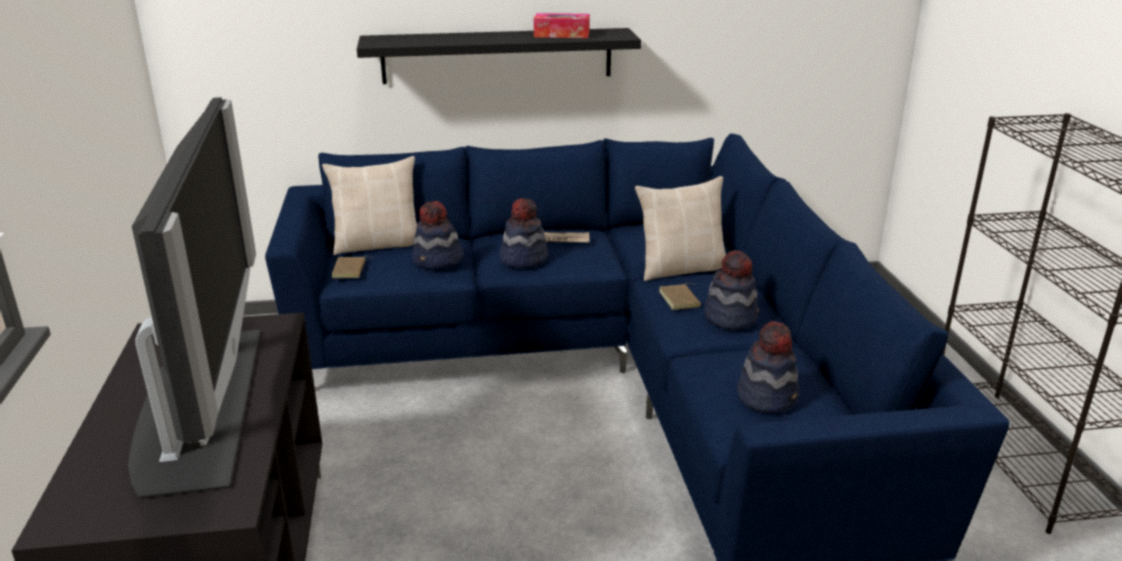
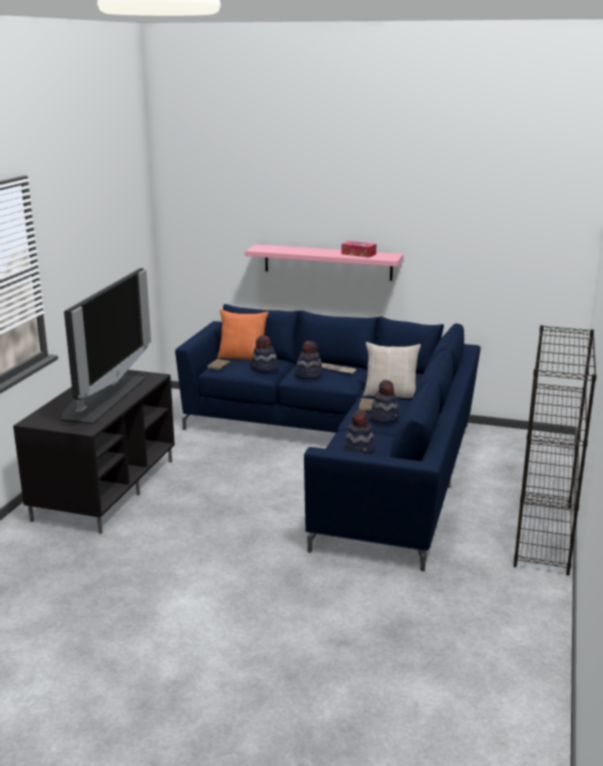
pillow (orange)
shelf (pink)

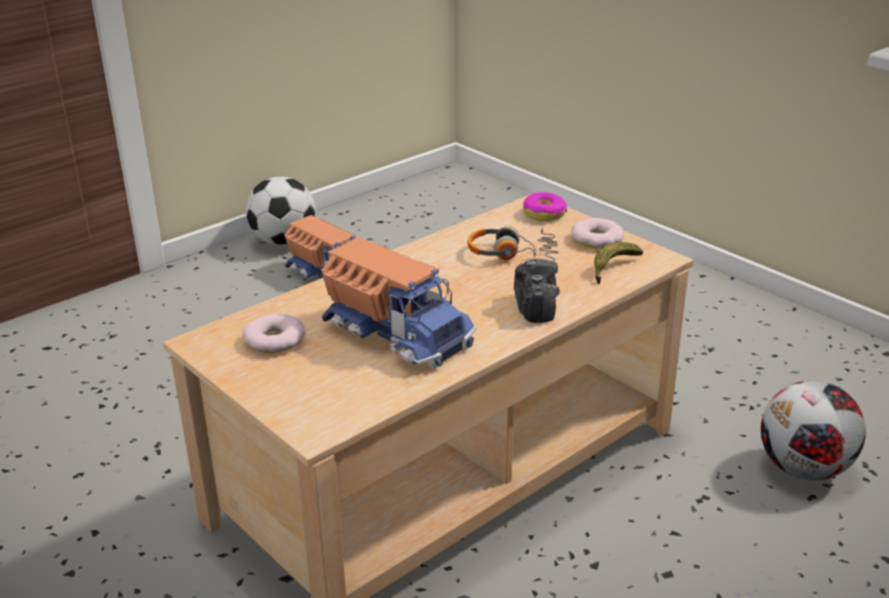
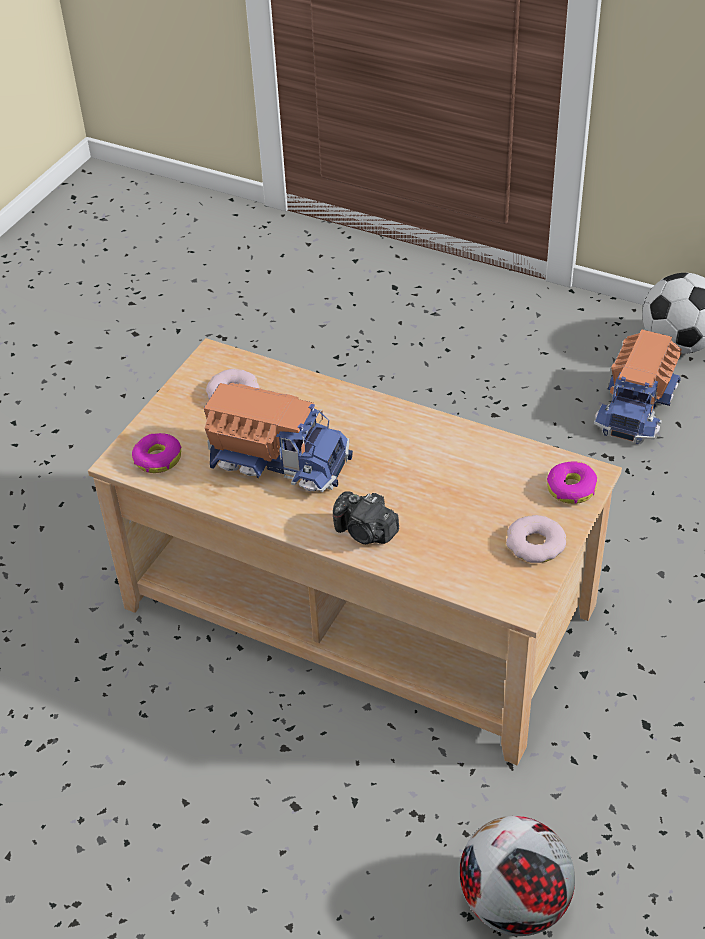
toy truck (1st from left)
headphones
photo camera
banana
donut (1st from left)

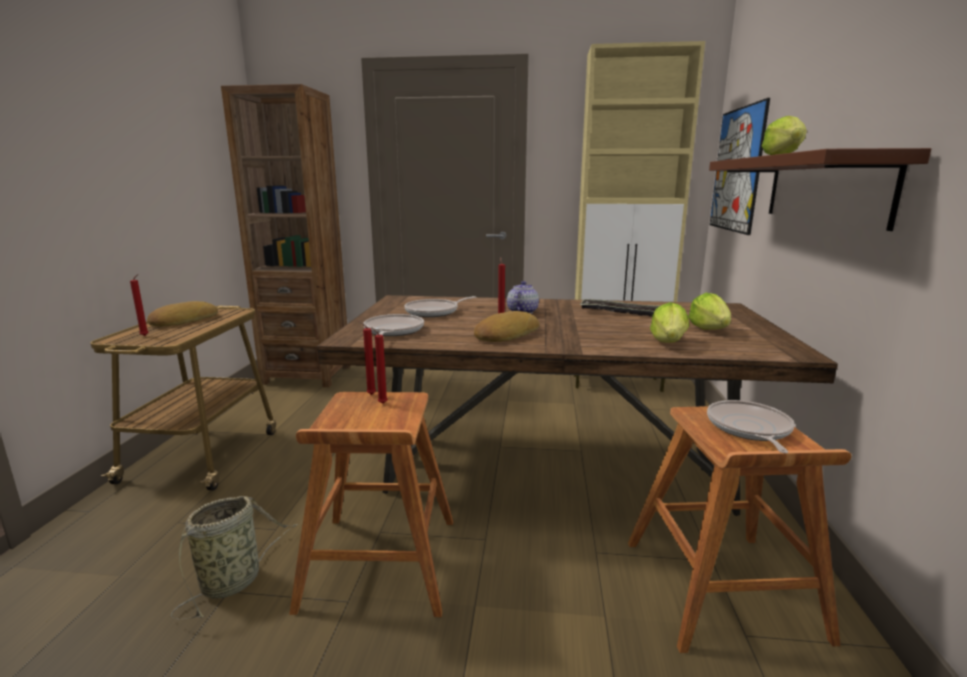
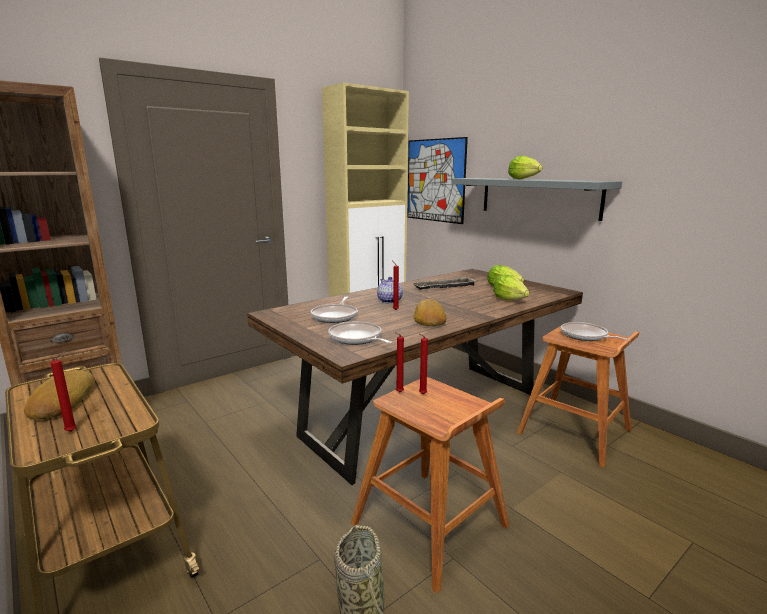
shelf (grey)

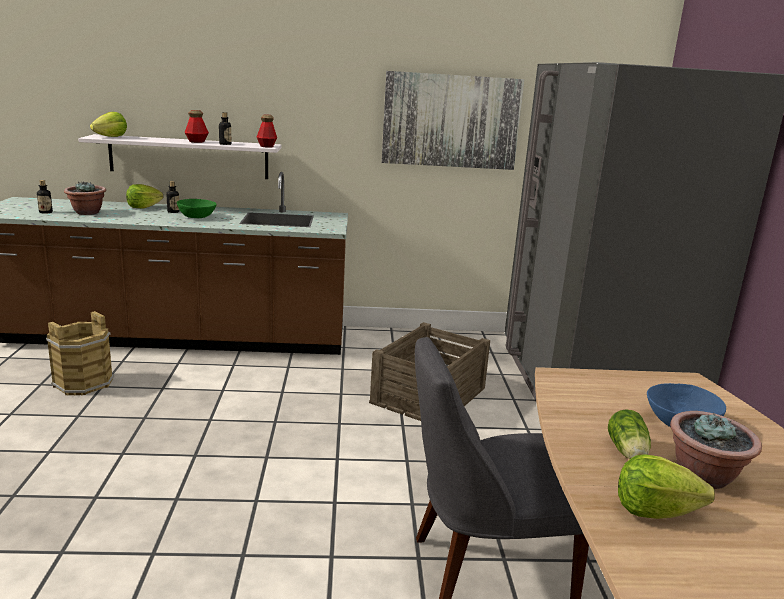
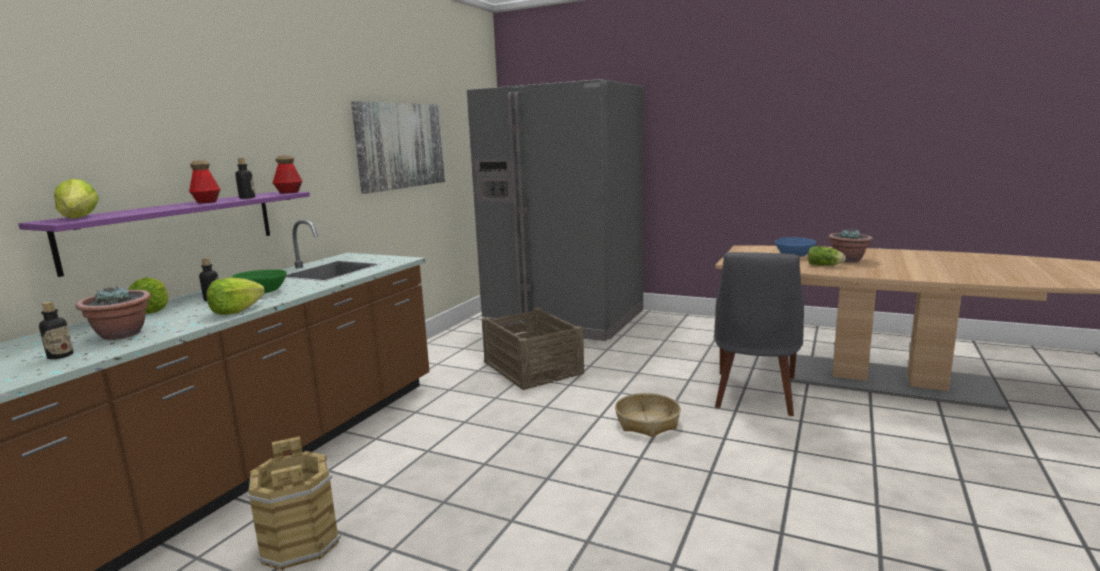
shelf (purple)
lettuce (3rd from left)
basket

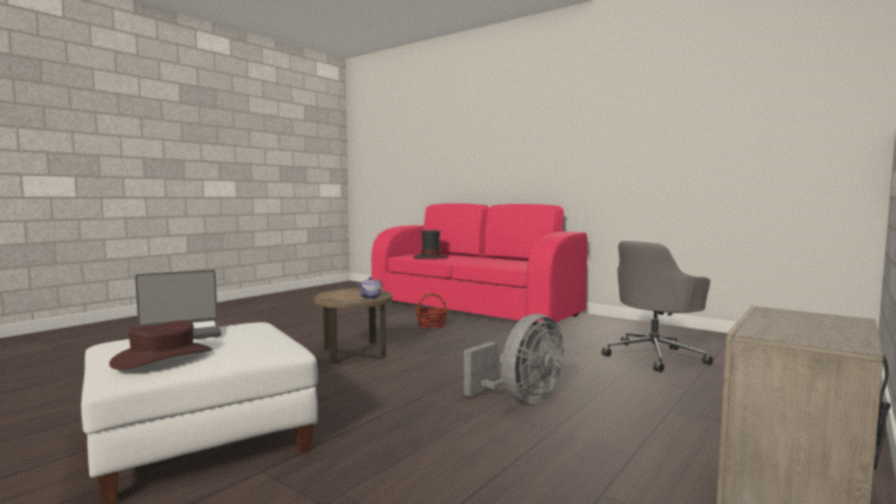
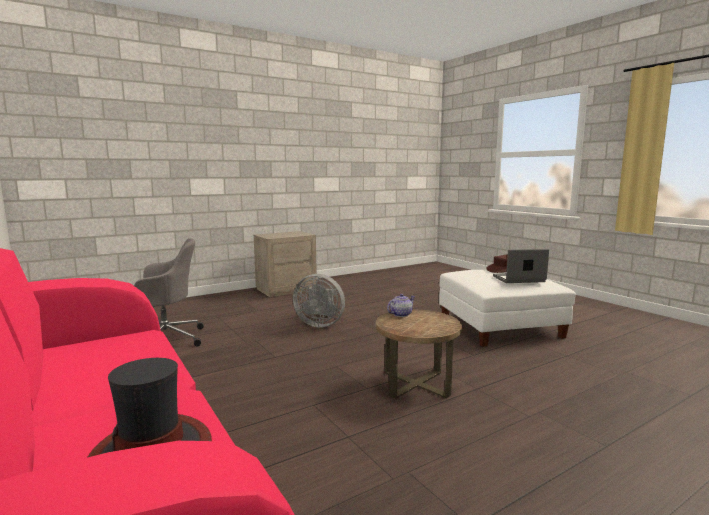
basket
fan (grey)

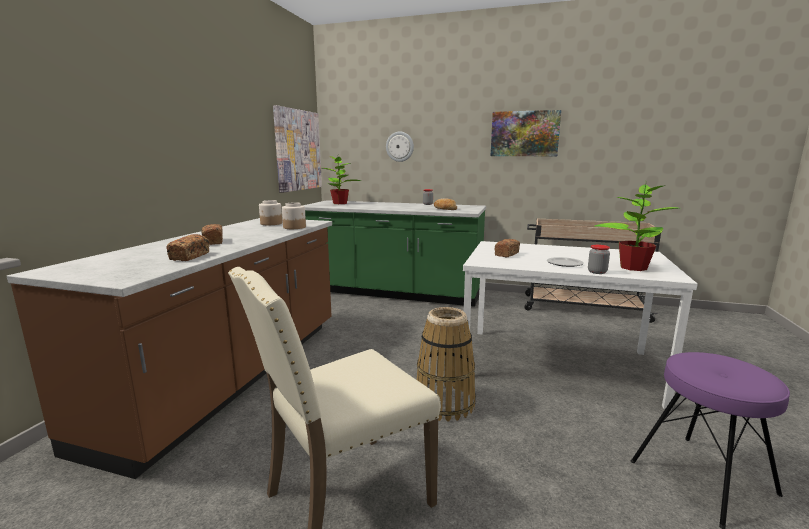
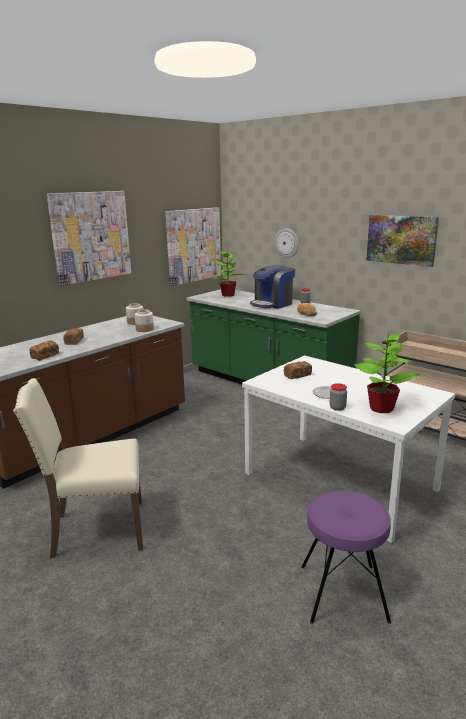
basket
picture (1st from left)
coffee machine

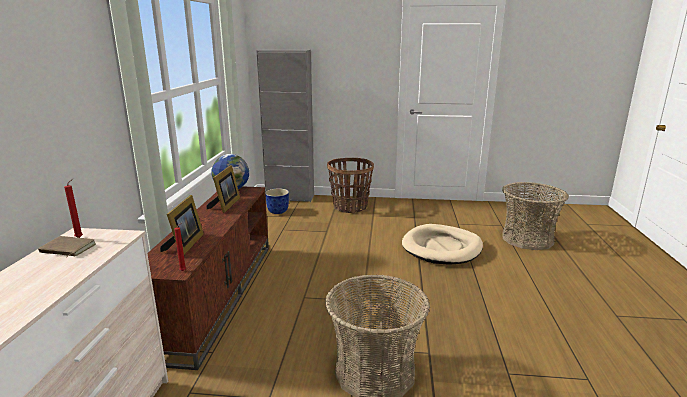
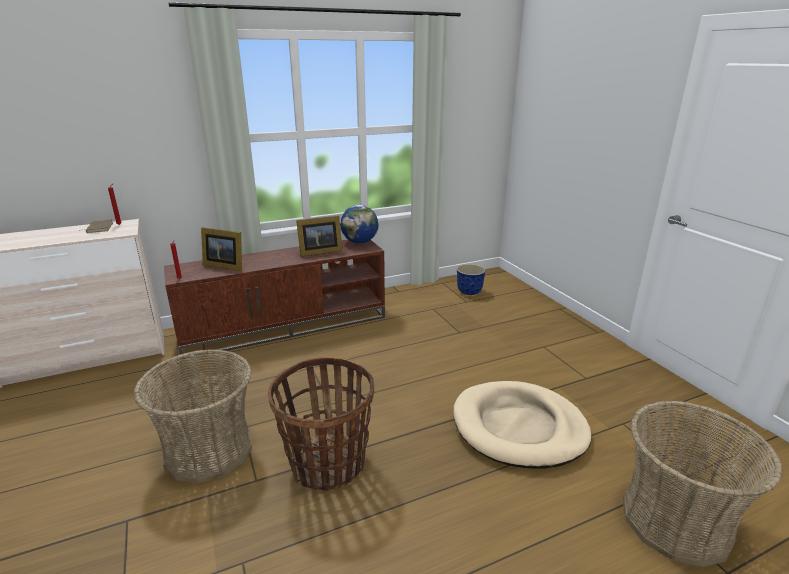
picture frame (1st from left)
cabinet (grey)
basket (2nd from left)

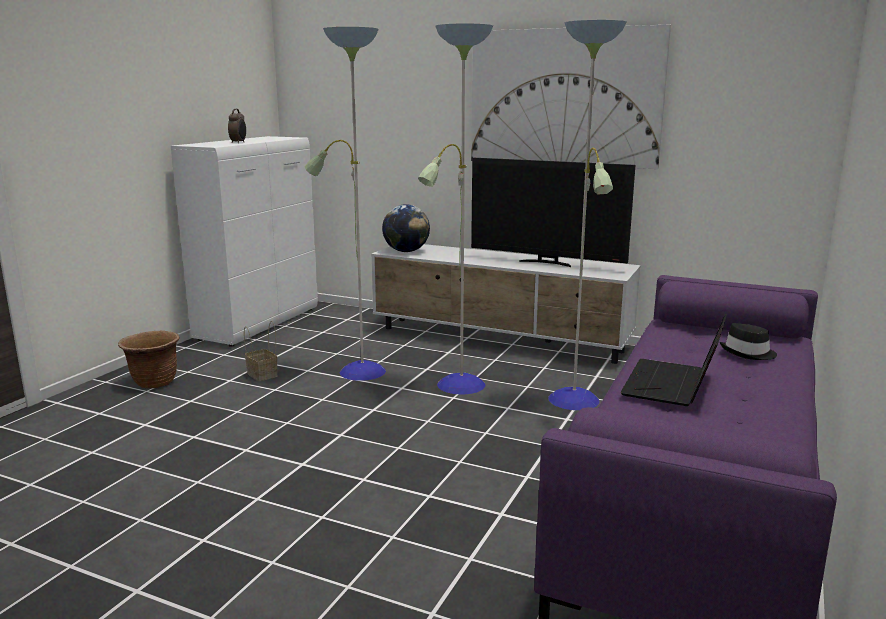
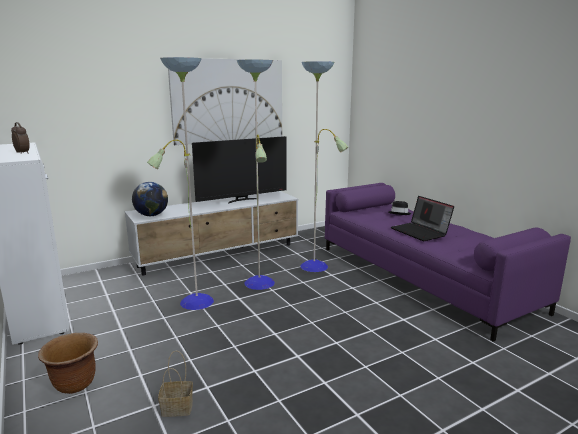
basket

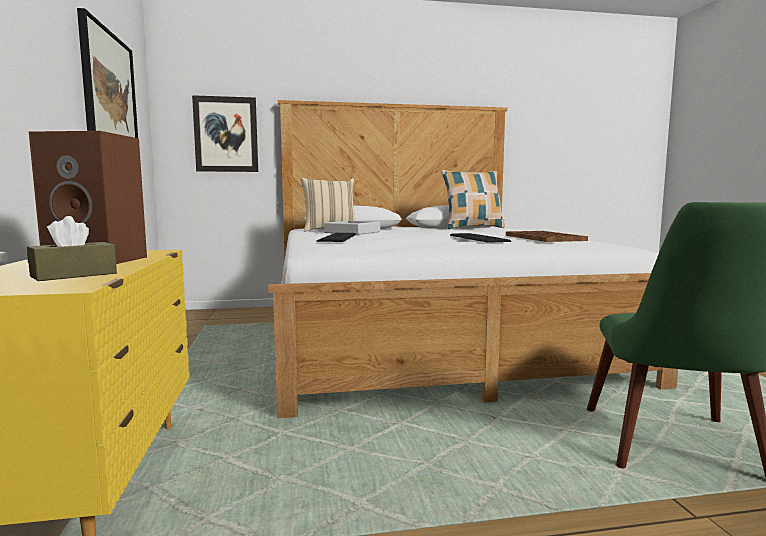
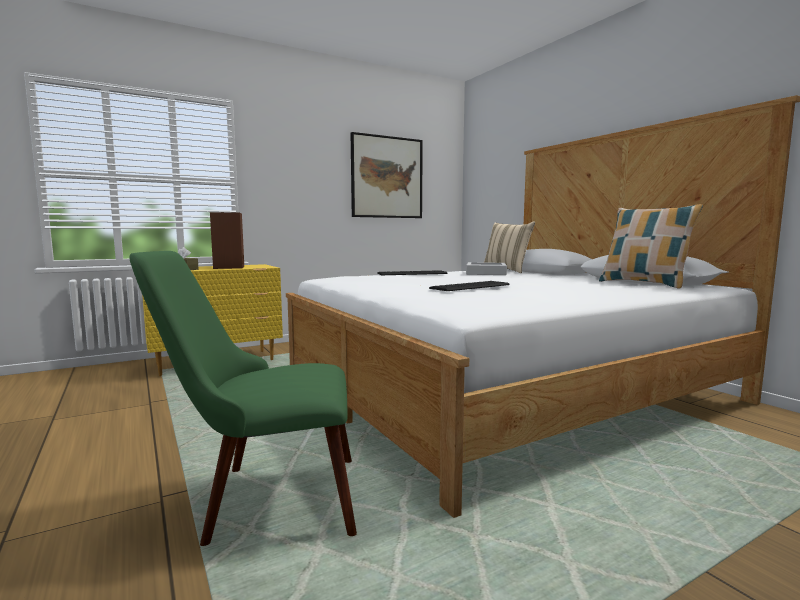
picture (2nd from left in the first image)
tray (brown)

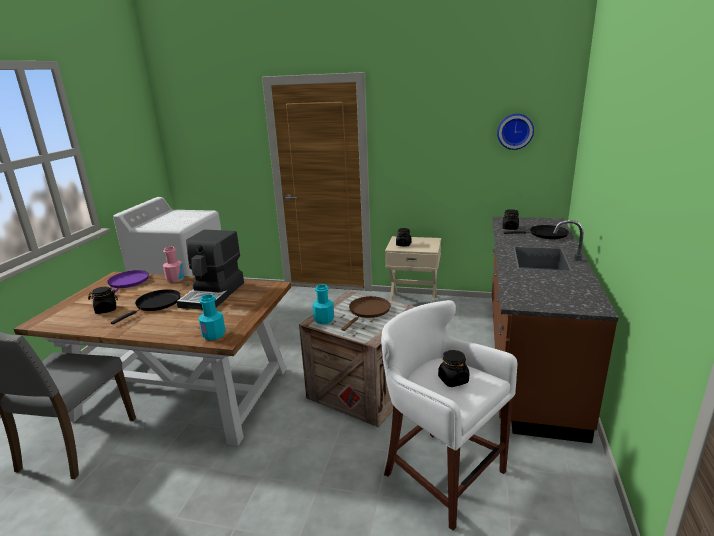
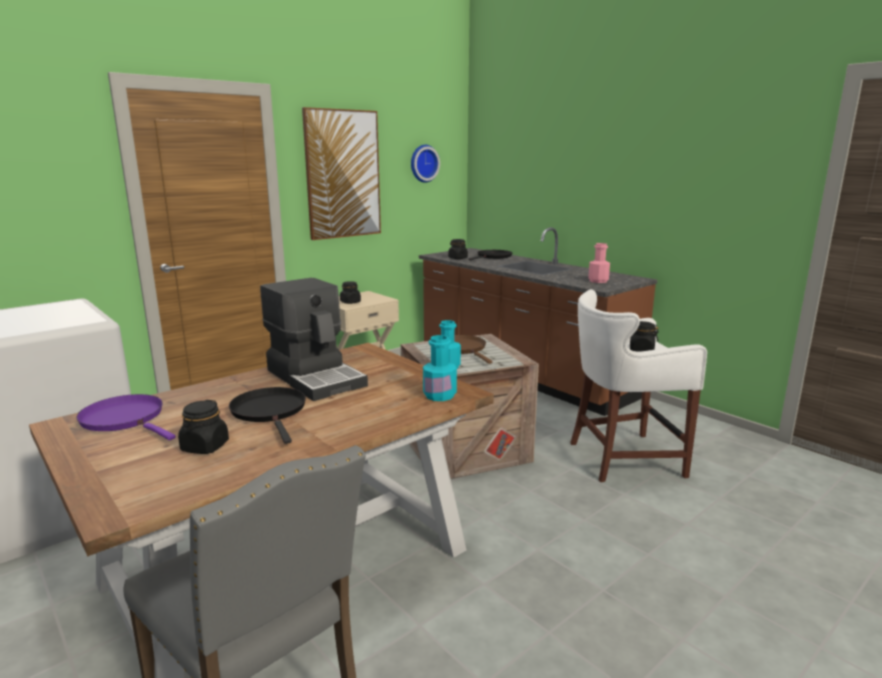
bottle (pink)
picture

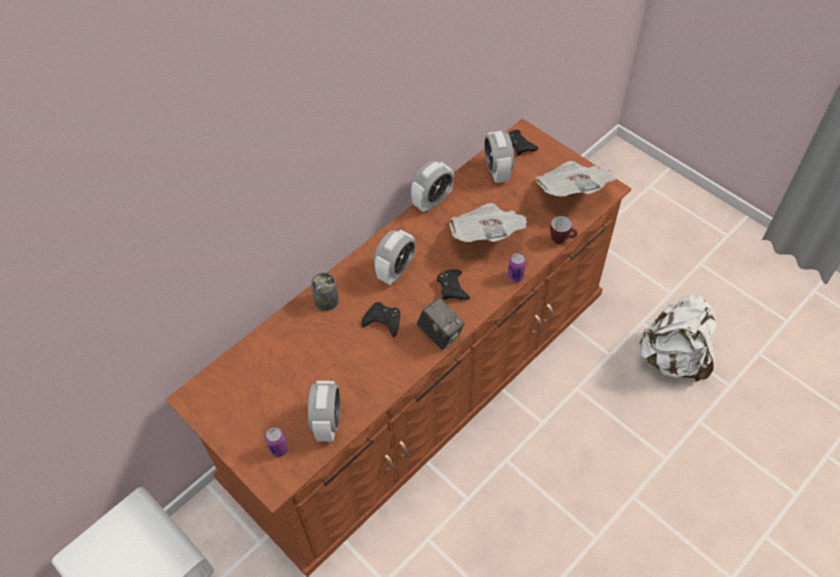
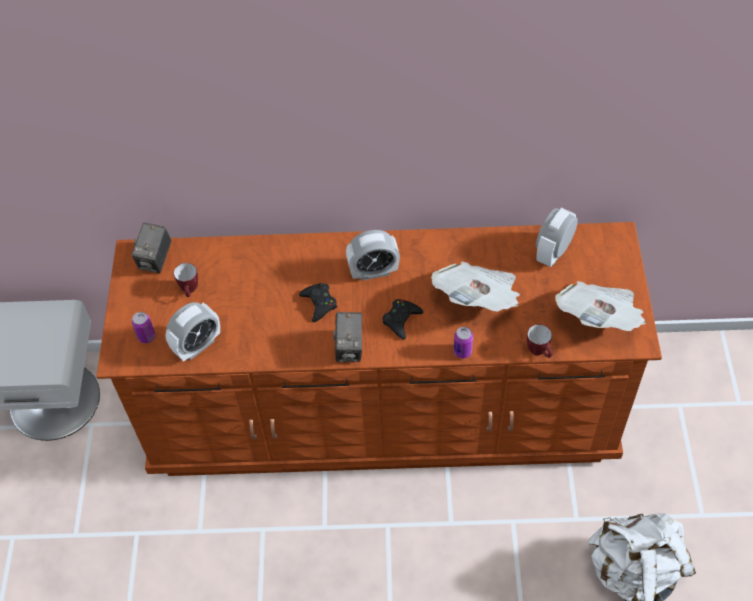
can (2nd from left in the first image)
alarm clock (3rd from left in the first image)
game controller (black) (3rd from left in the first image)
photo camera (1st from left)
mug (1st from left)

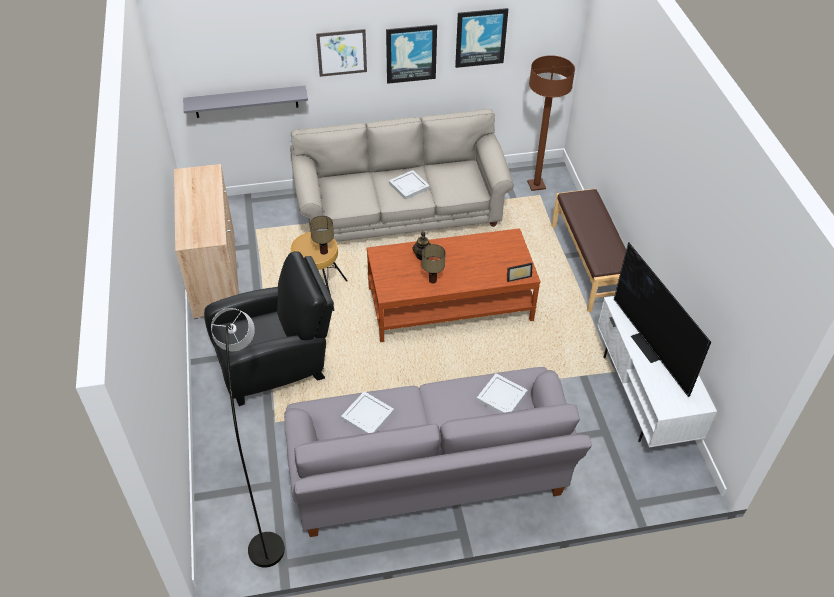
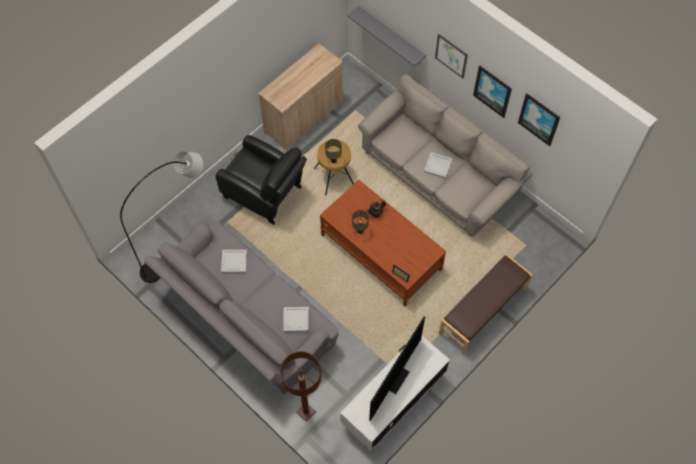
floor lamp (brown)

